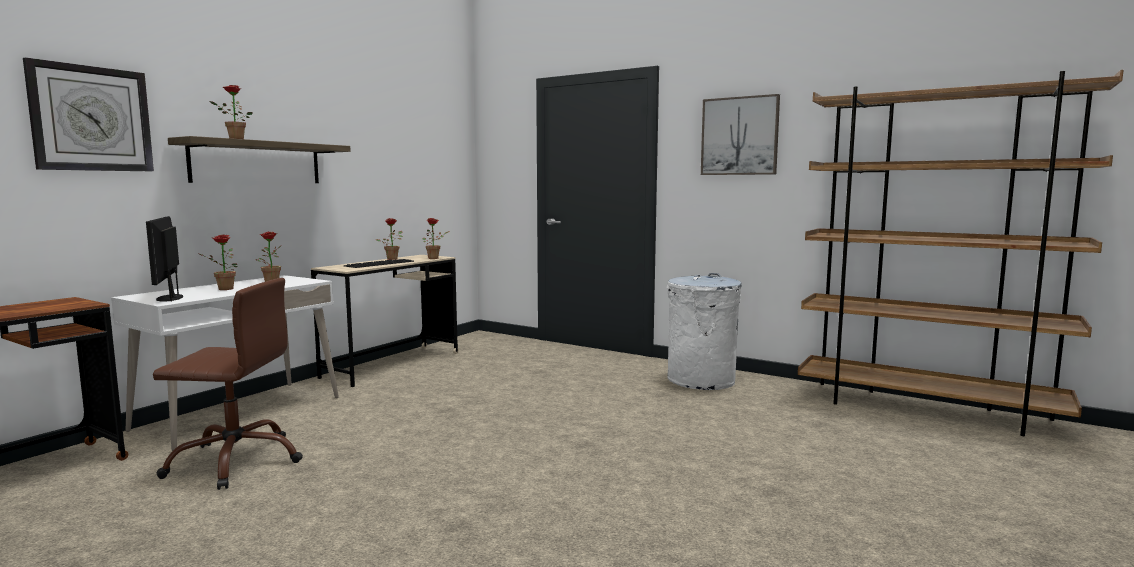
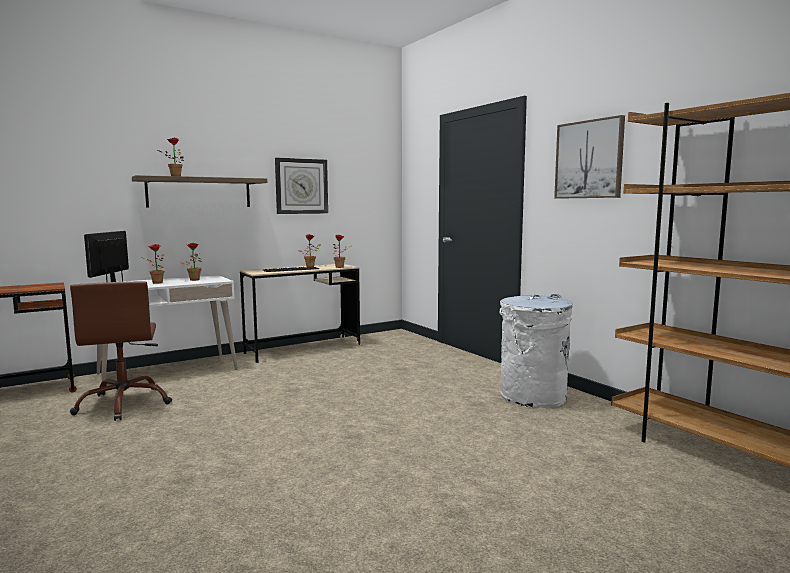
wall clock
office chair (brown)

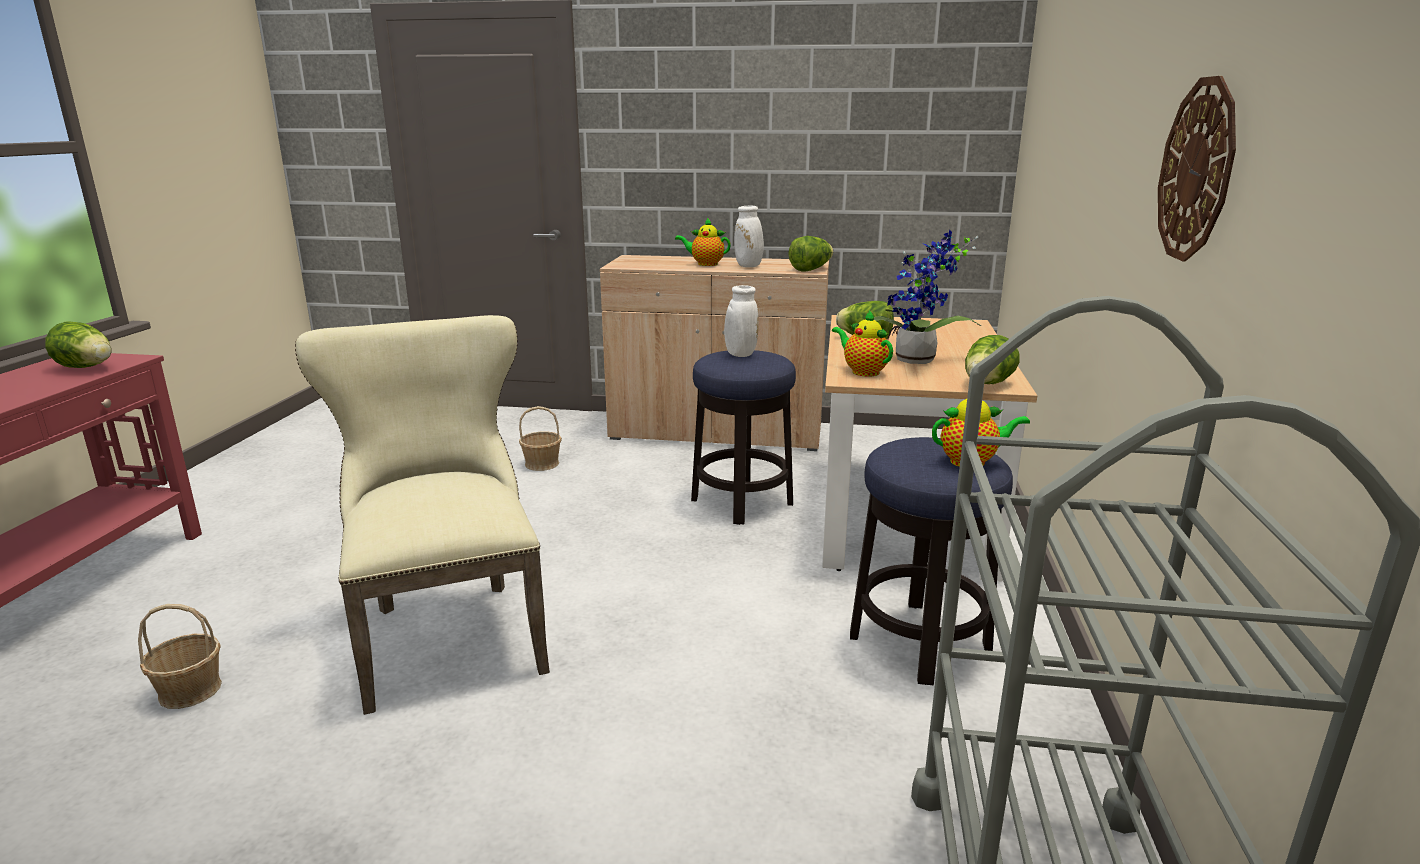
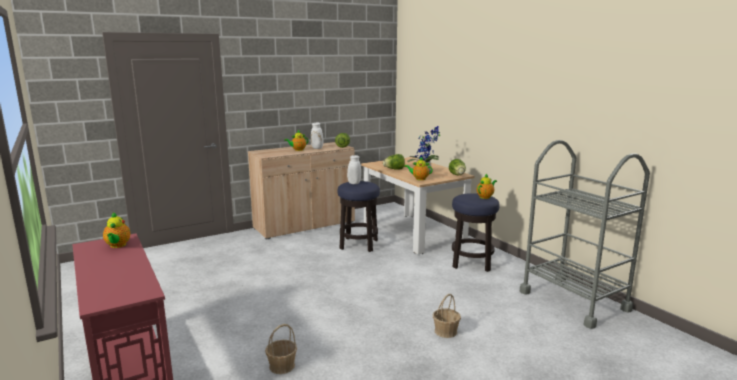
teapot (1st from left)
chair (beige)
basket (2nd from left)
wall clock

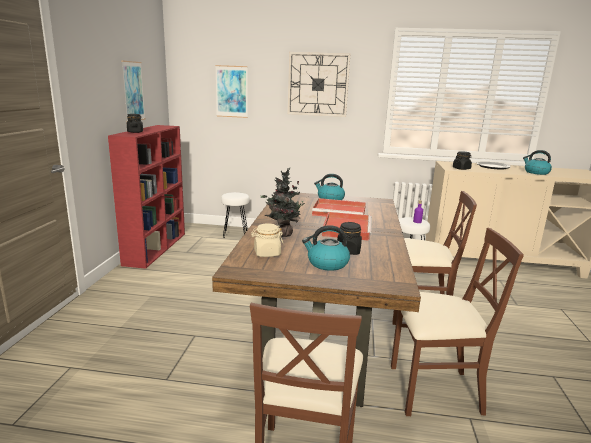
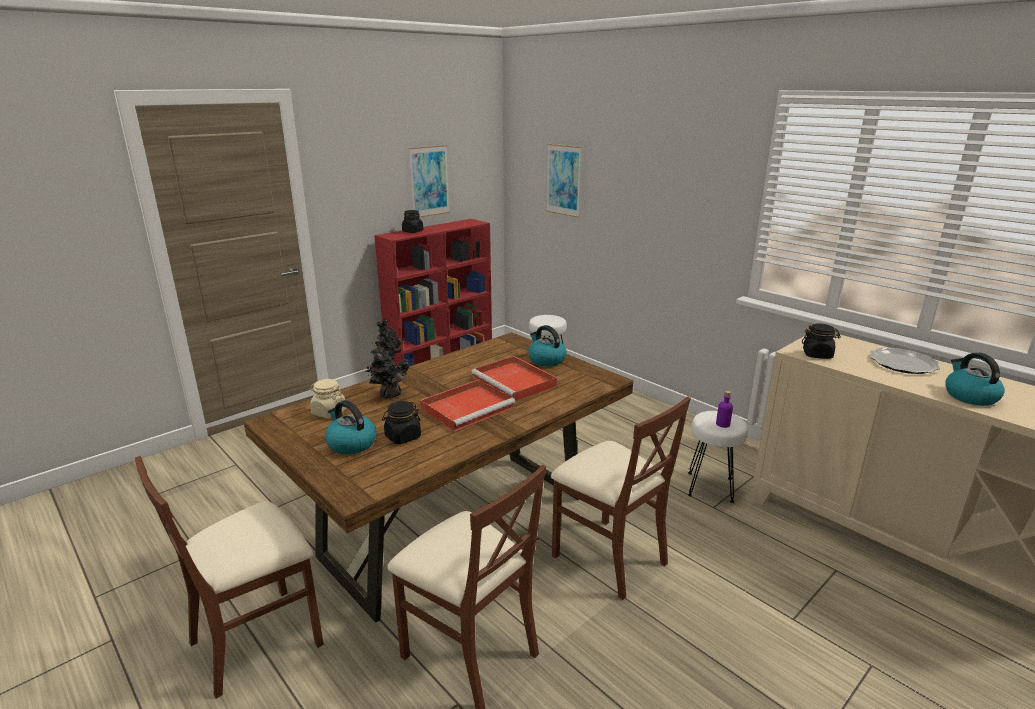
wall clock

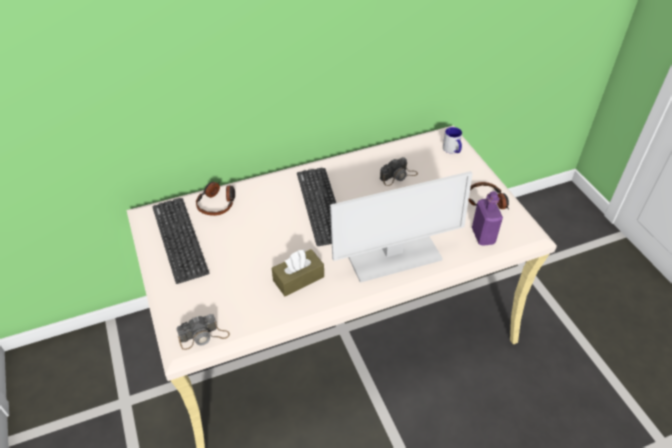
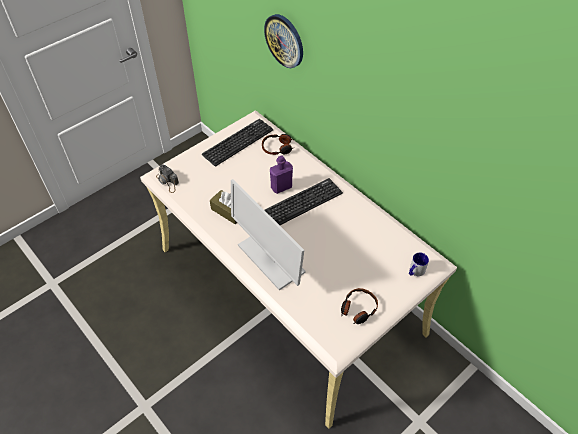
photo camera (2nd from left in the first image)
bottle (purple)
wall clock

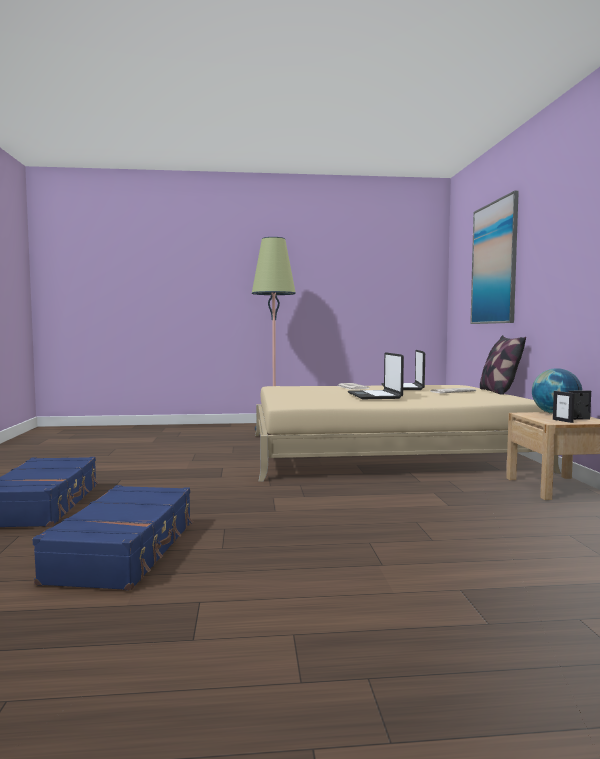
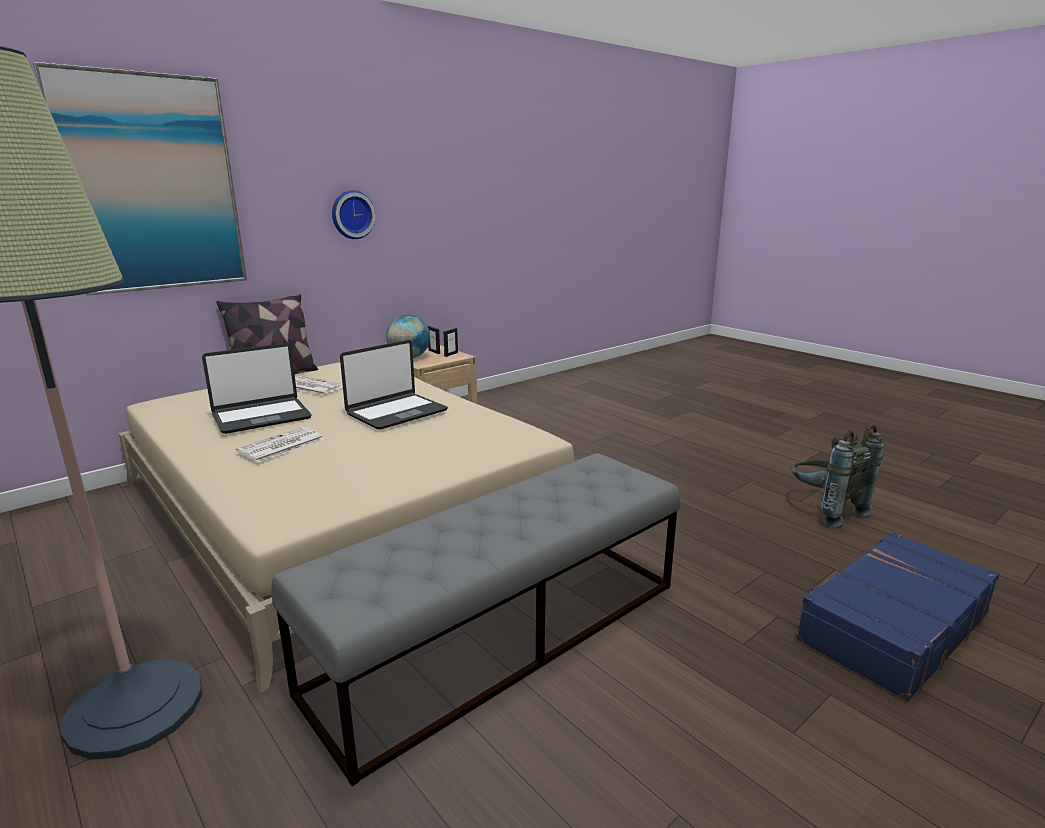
backpack (grey)
bench (grey)
wall clock

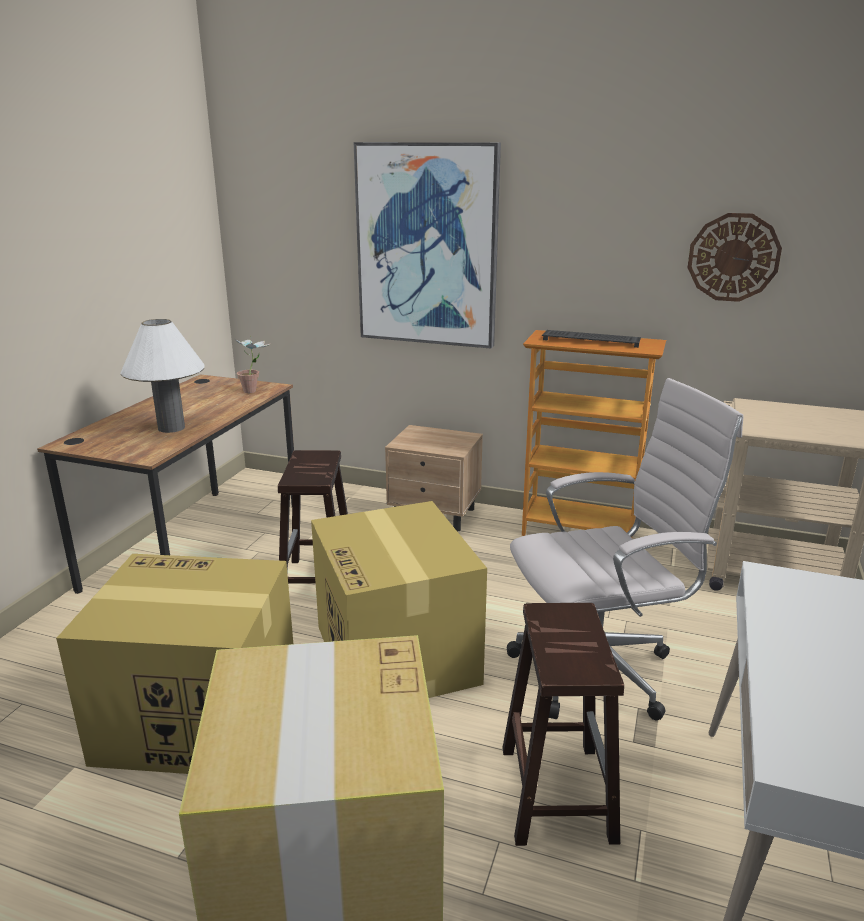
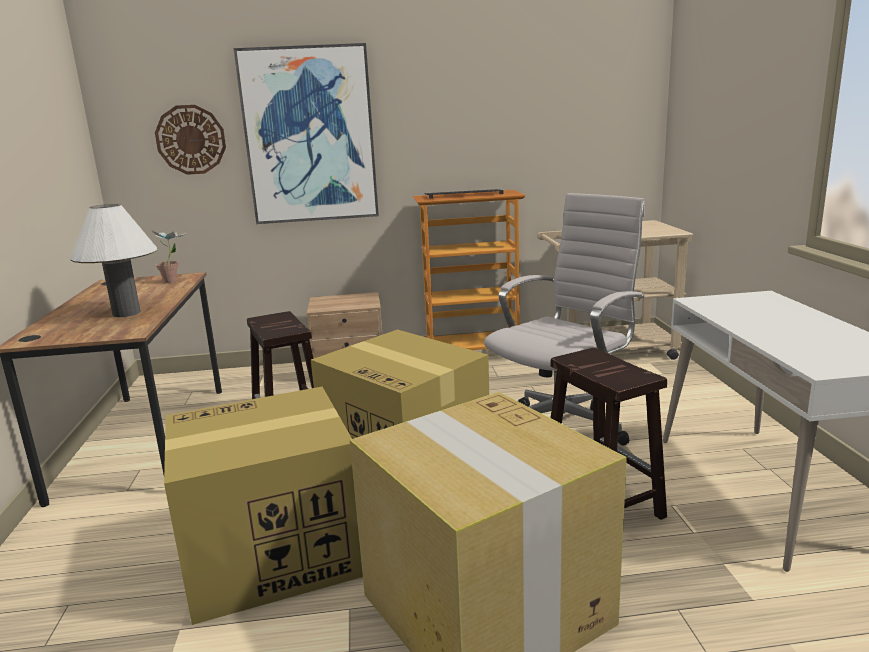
wall clock

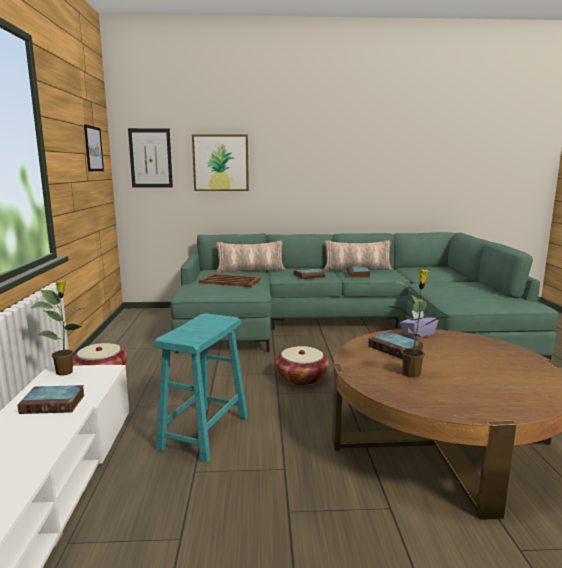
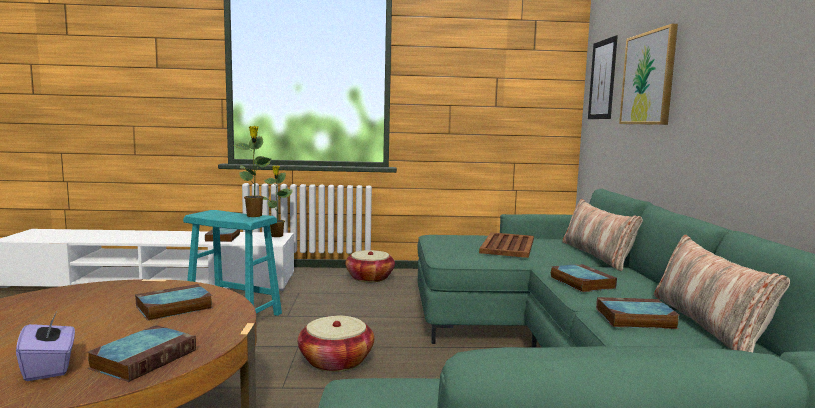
picture (1st from left in the first image)
potted plant (1st from left)
tissue box (purple)
book (1st from left)

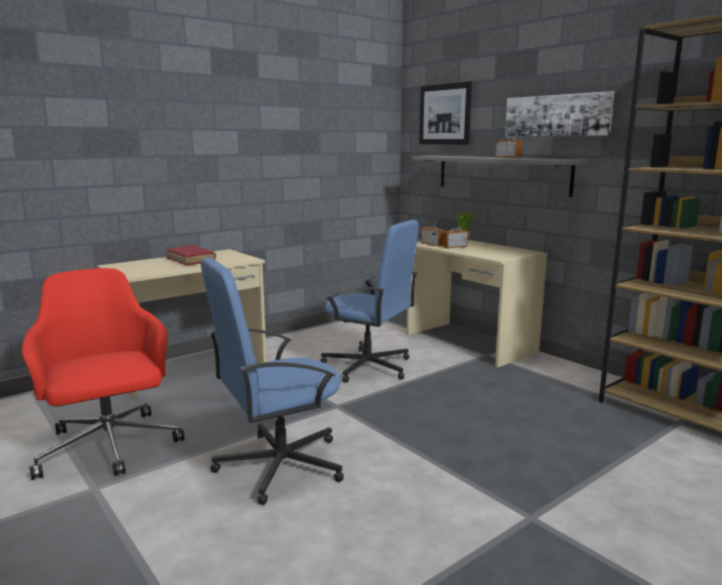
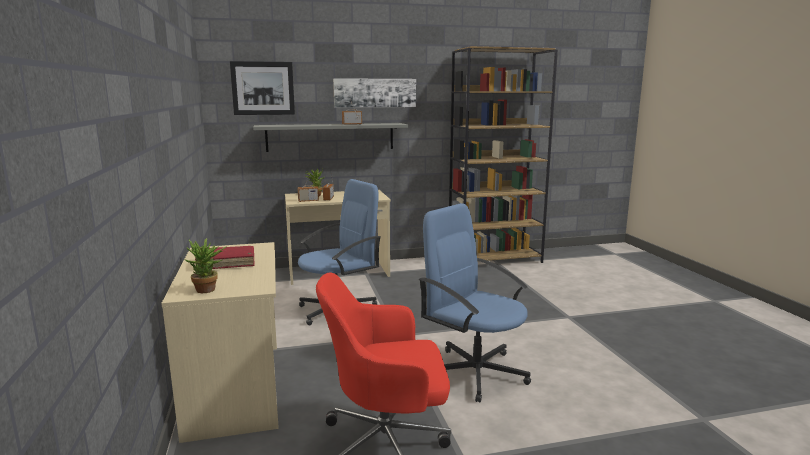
office chair (blue) (2nd from left)
potted plant (1st from left)

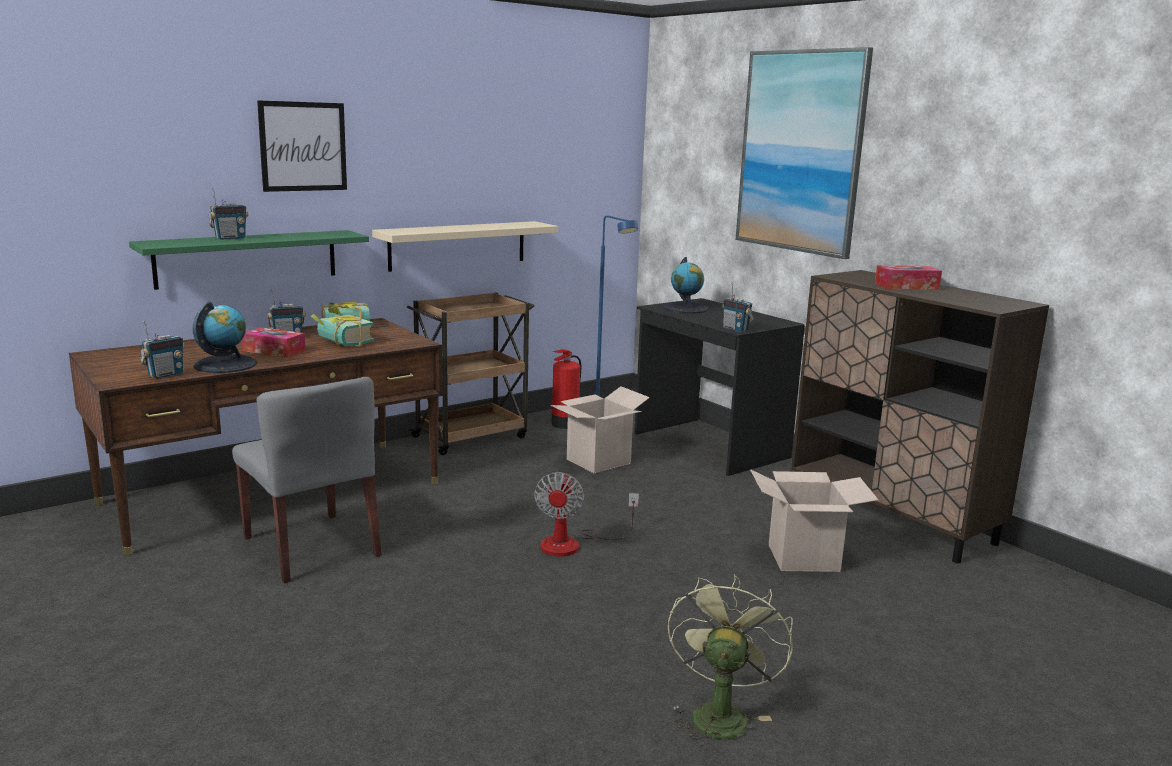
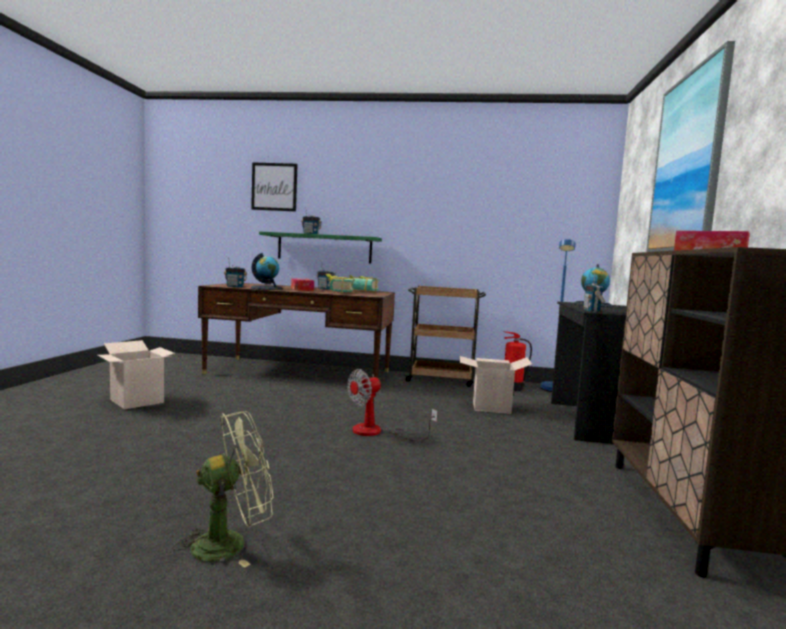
chair (grey)
picture (1st from left)
shelf (beige)
cardboard box (1st from left)

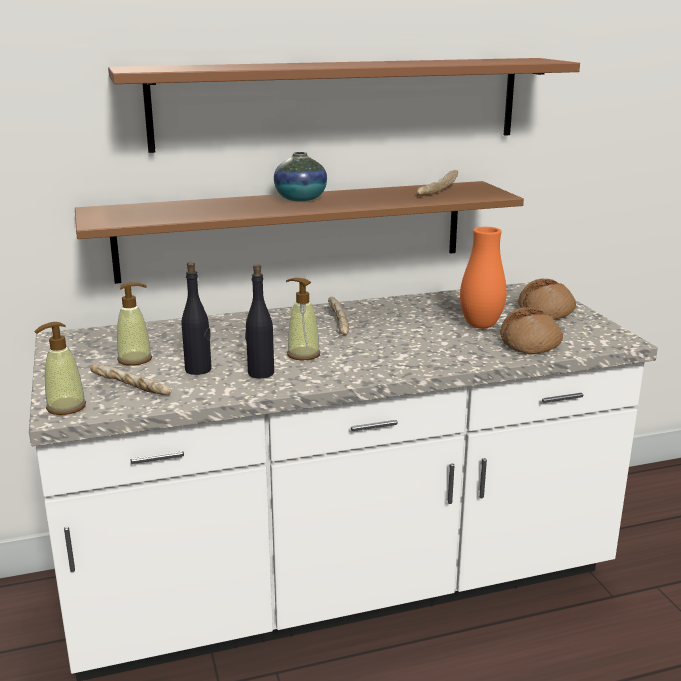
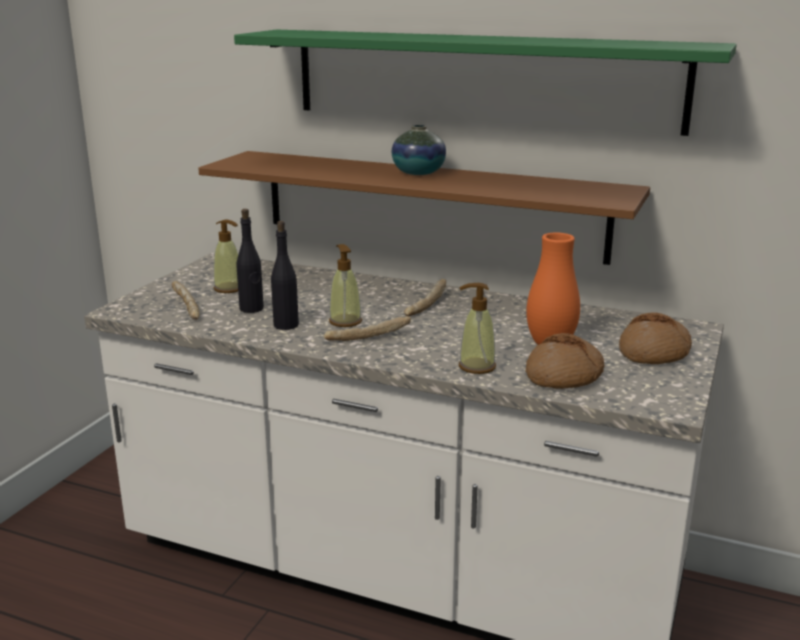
soap dispenser (3rd from left)
shelf (green)
bread (2nd from left)

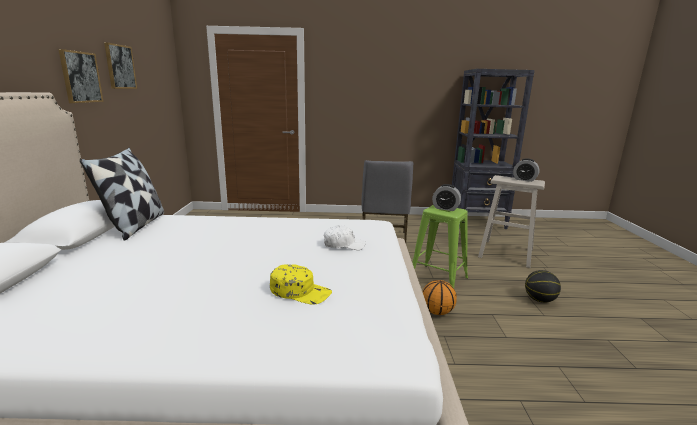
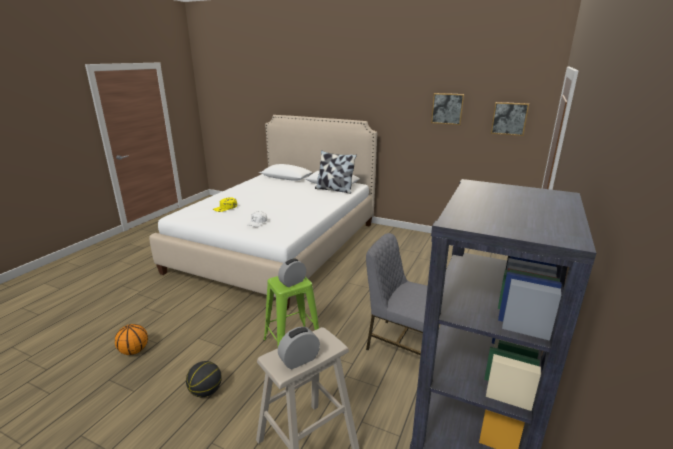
picture (2nd from left)
basketball (1st from left)

